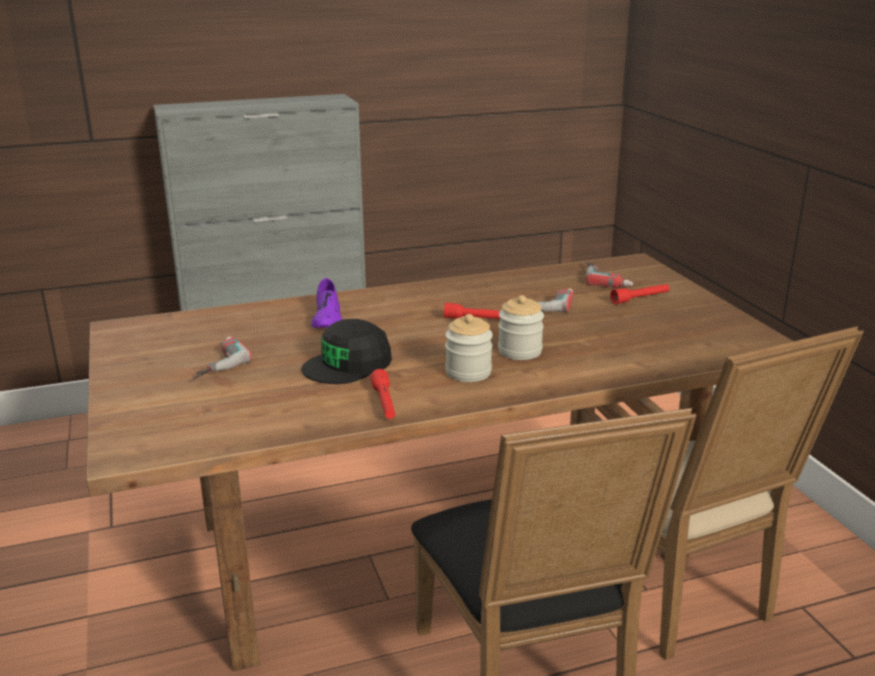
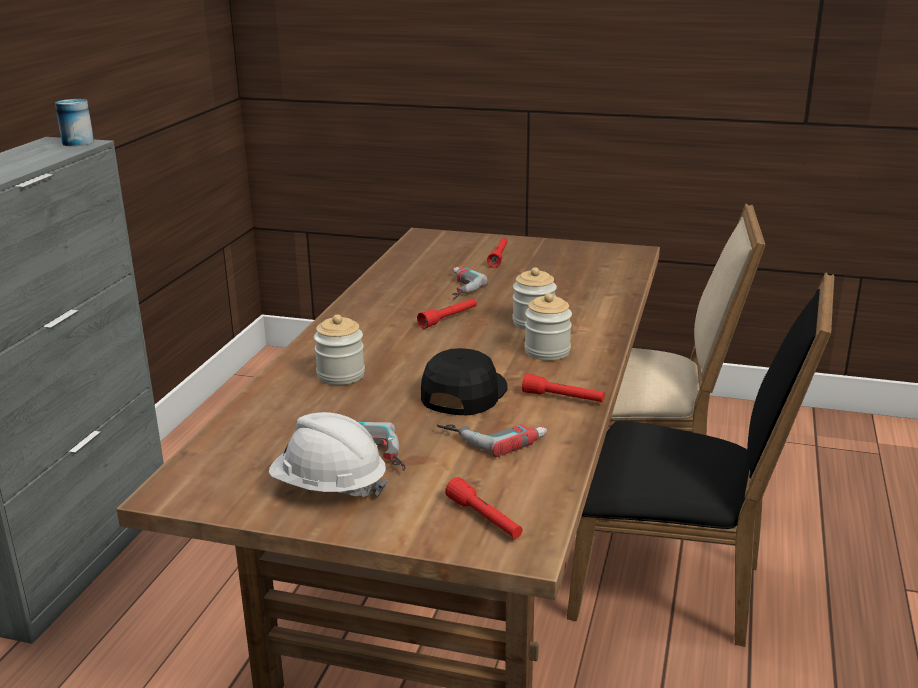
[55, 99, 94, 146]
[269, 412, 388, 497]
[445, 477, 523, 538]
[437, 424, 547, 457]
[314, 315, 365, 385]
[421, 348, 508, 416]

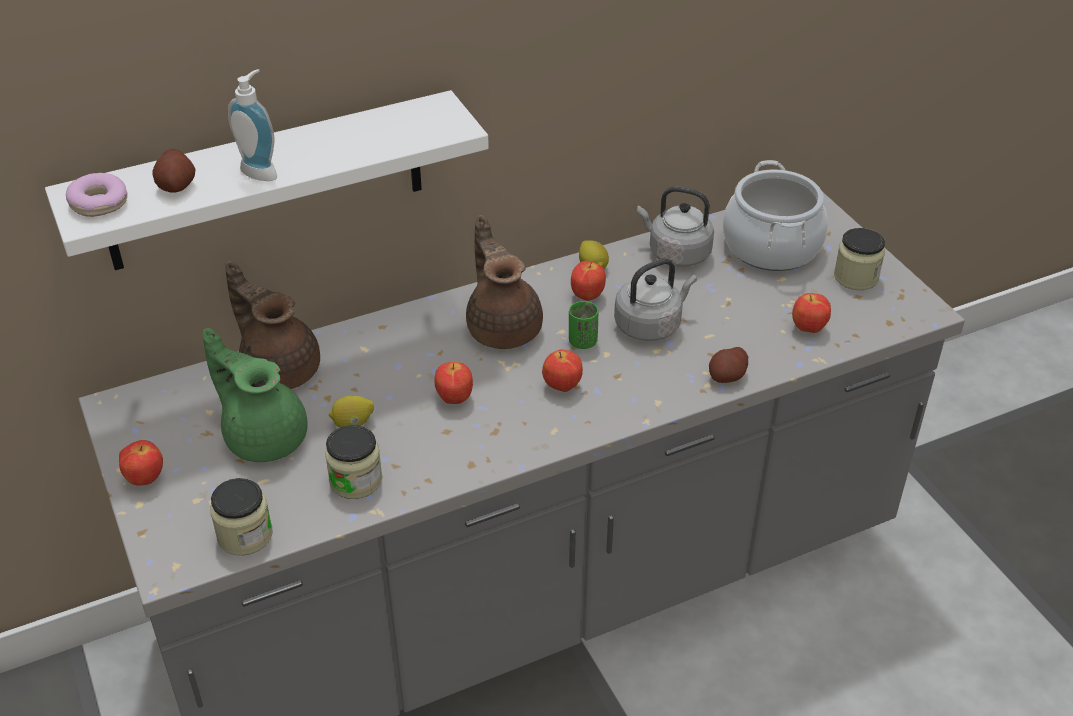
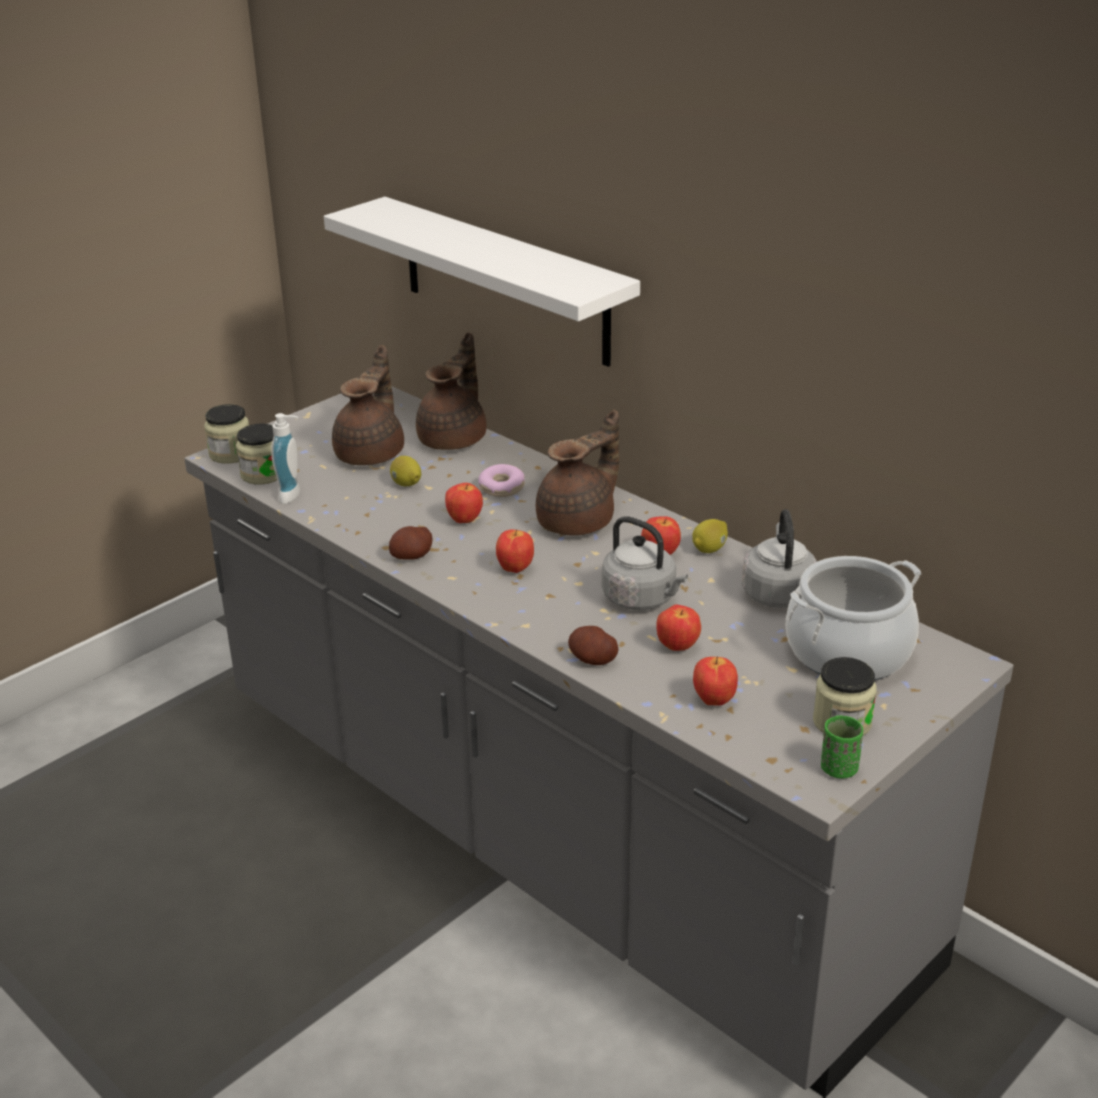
[478, 464, 525, 497]
[656, 605, 701, 651]
[389, 526, 432, 560]
[271, 413, 300, 504]
[204, 404, 249, 464]
[821, 715, 863, 779]
[332, 345, 404, 465]

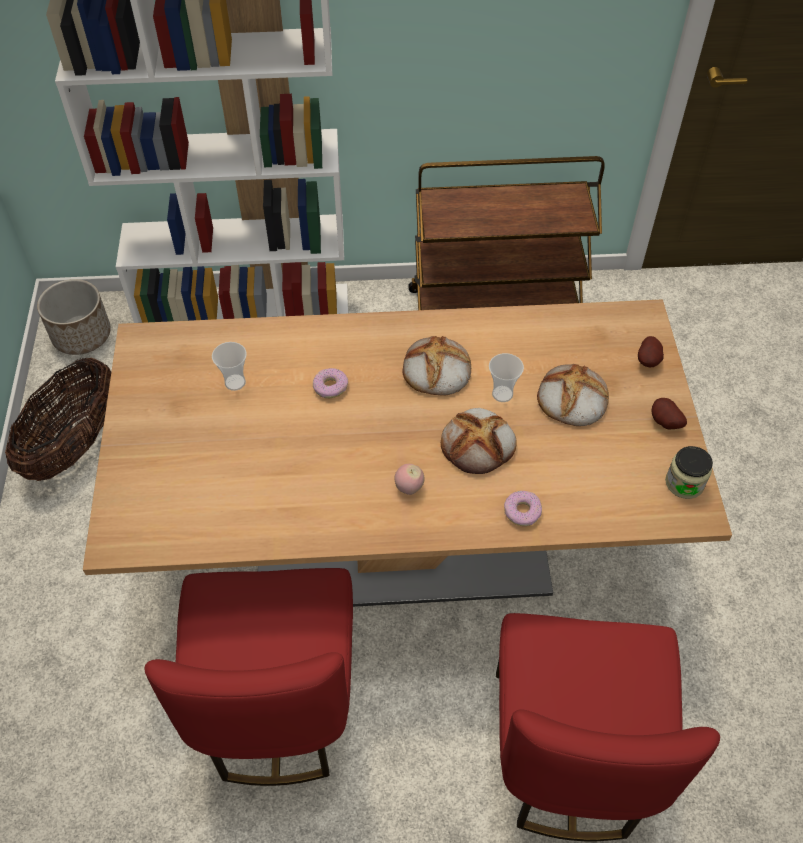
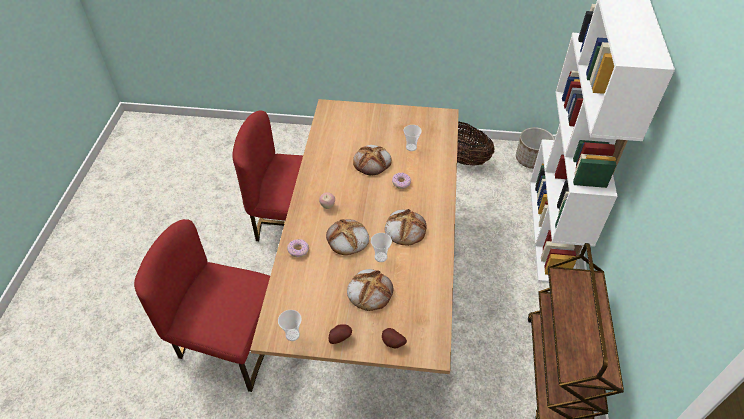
[353, 145, 392, 175]
[278, 310, 302, 341]

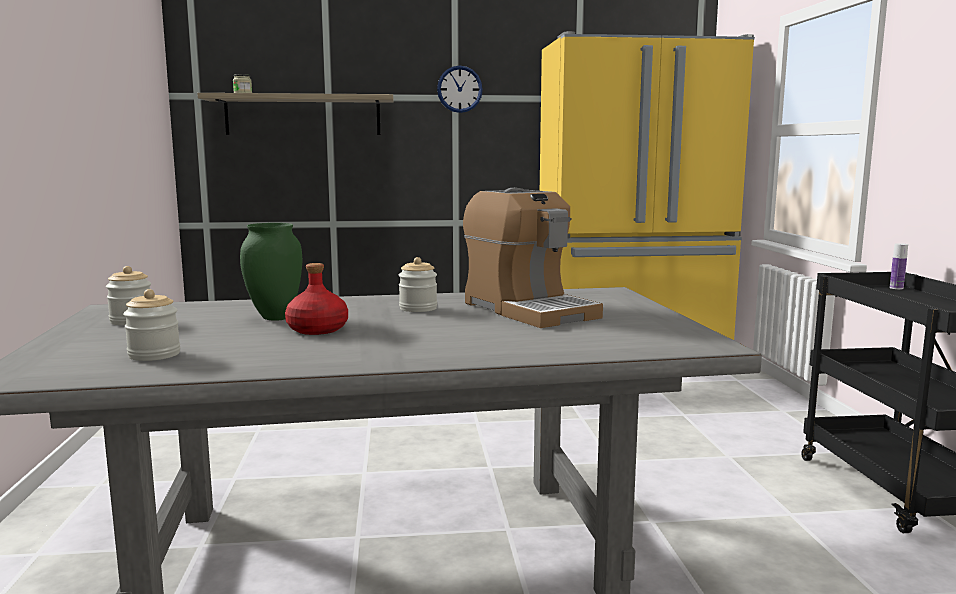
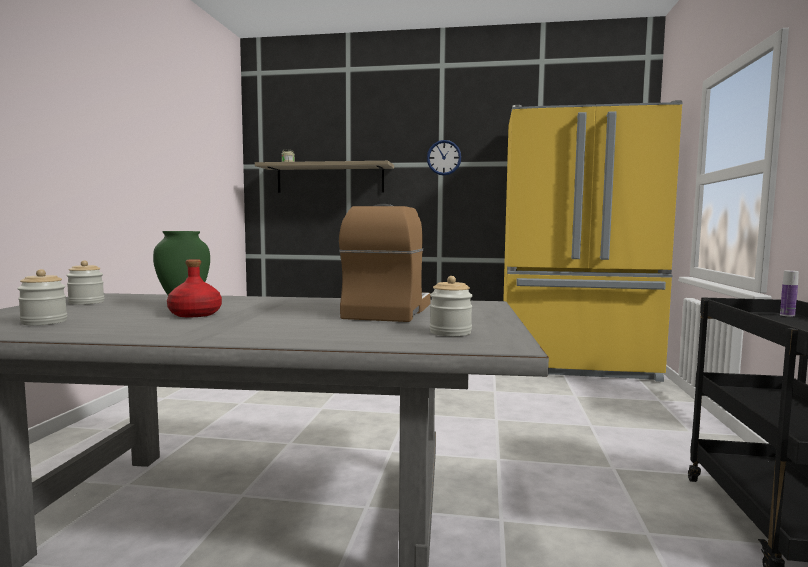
[430, 276, 473, 336]
[339, 204, 431, 322]

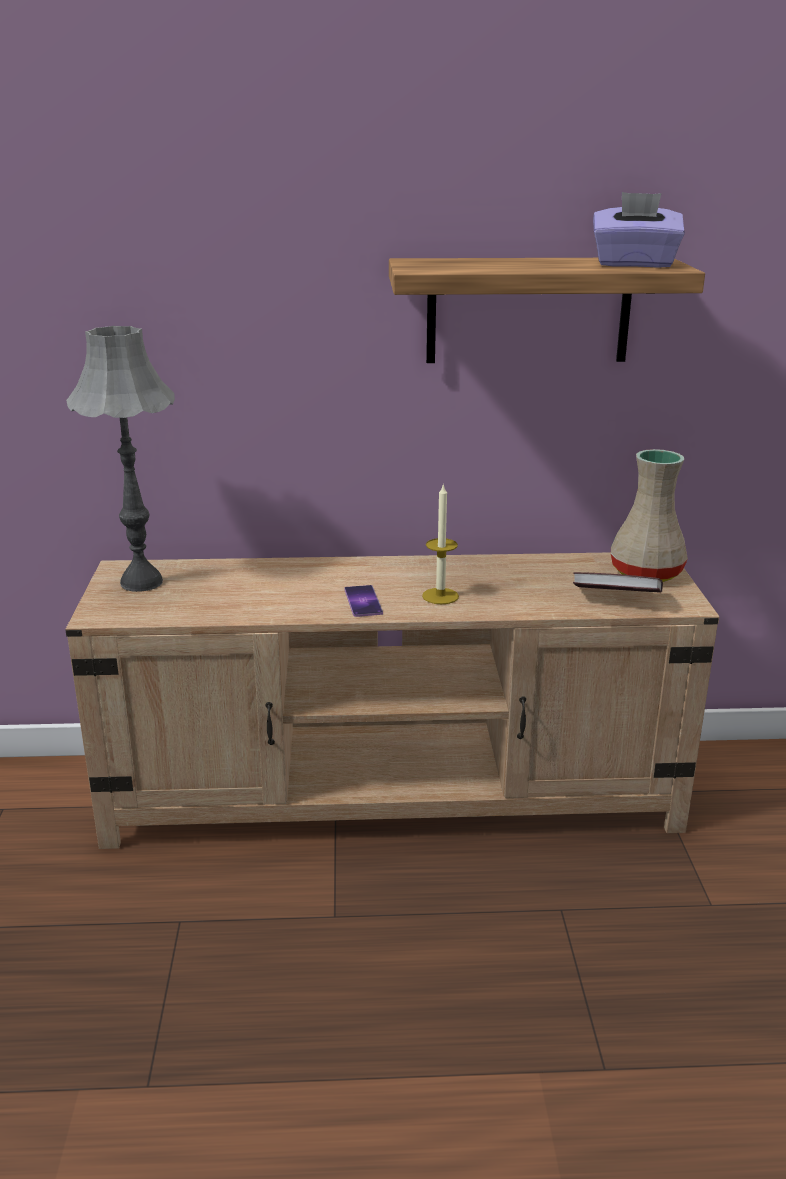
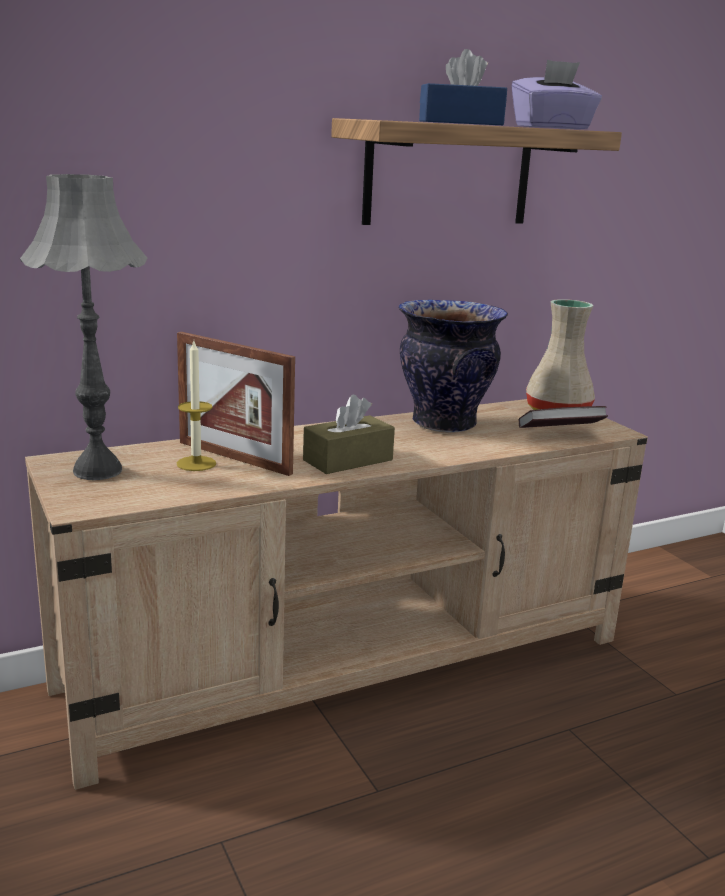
[177, 332, 295, 476]
[398, 300, 508, 433]
[419, 49, 507, 125]
[177, 341, 216, 471]
[303, 395, 395, 474]

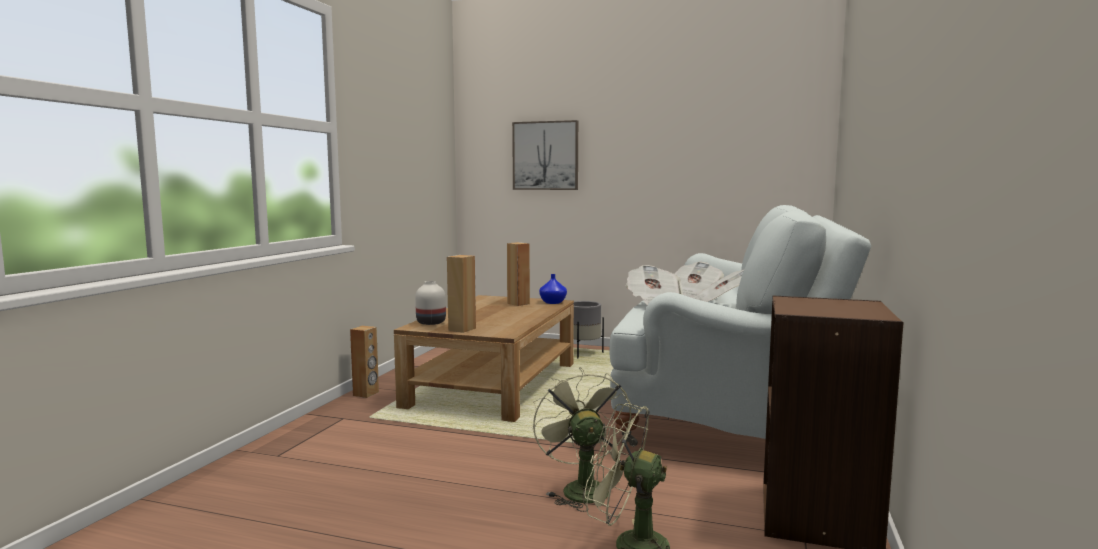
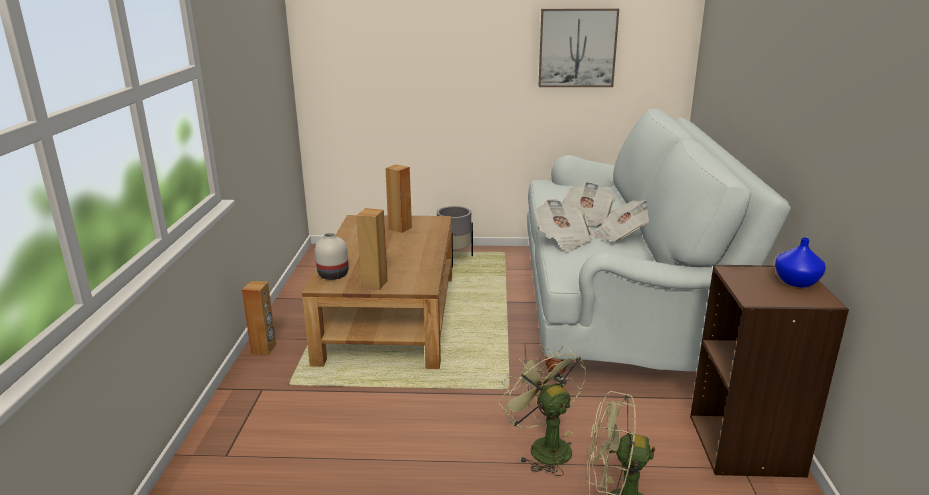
[539, 8, 619, 87]
[775, 237, 826, 288]

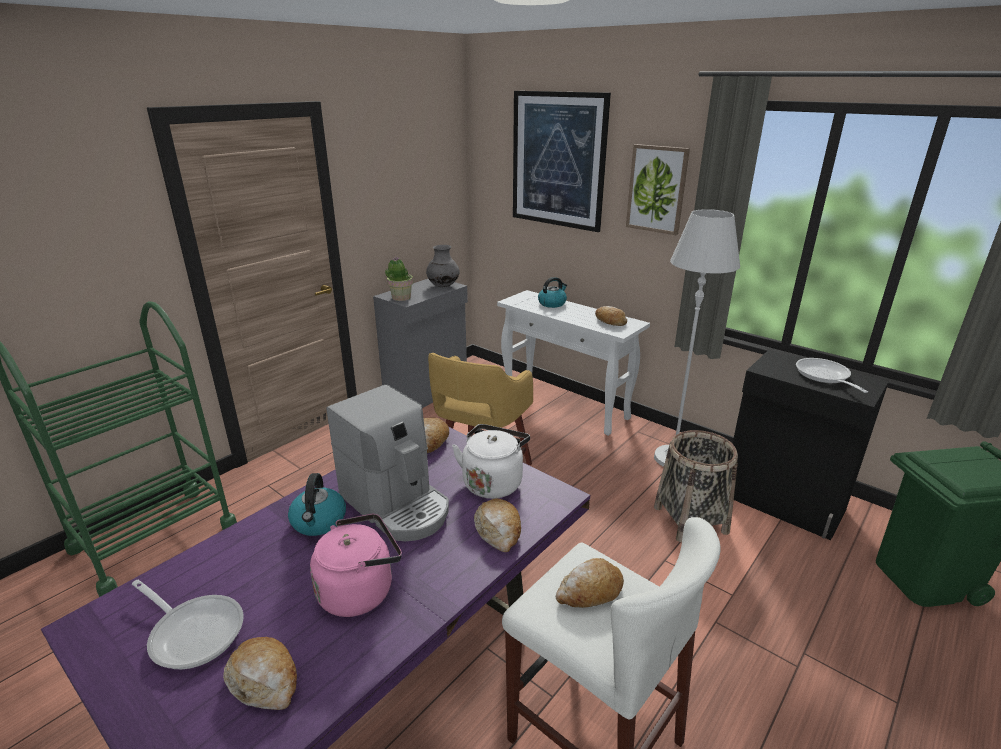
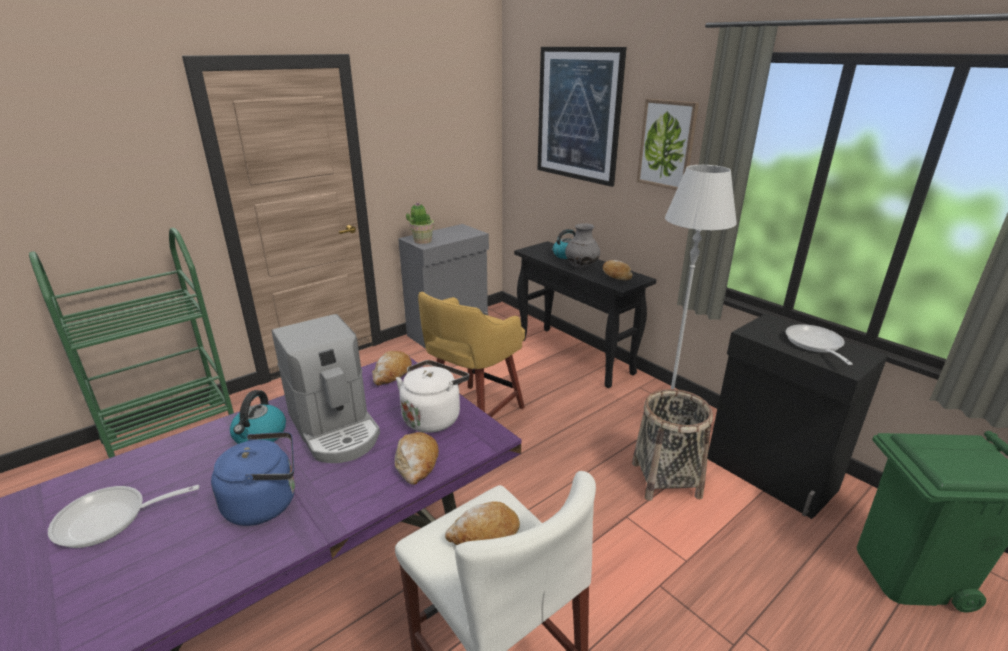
[223, 637, 297, 710] (first image)
[565, 223, 600, 268]
[211, 432, 295, 526]
[514, 241, 657, 388]
[48, 485, 199, 548]

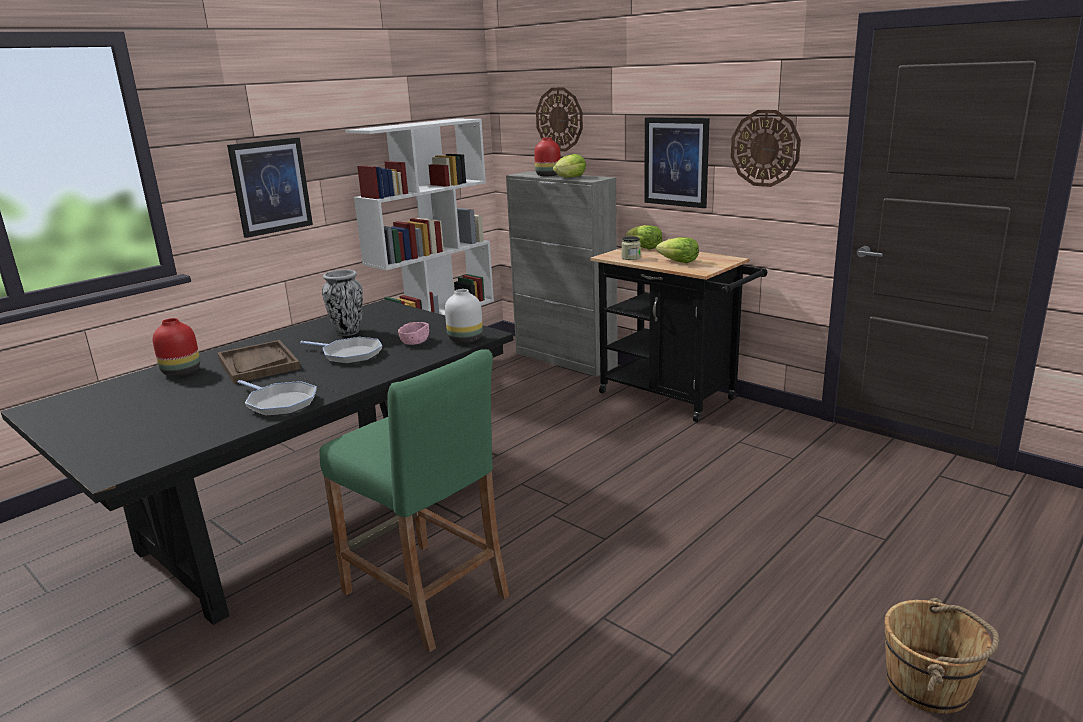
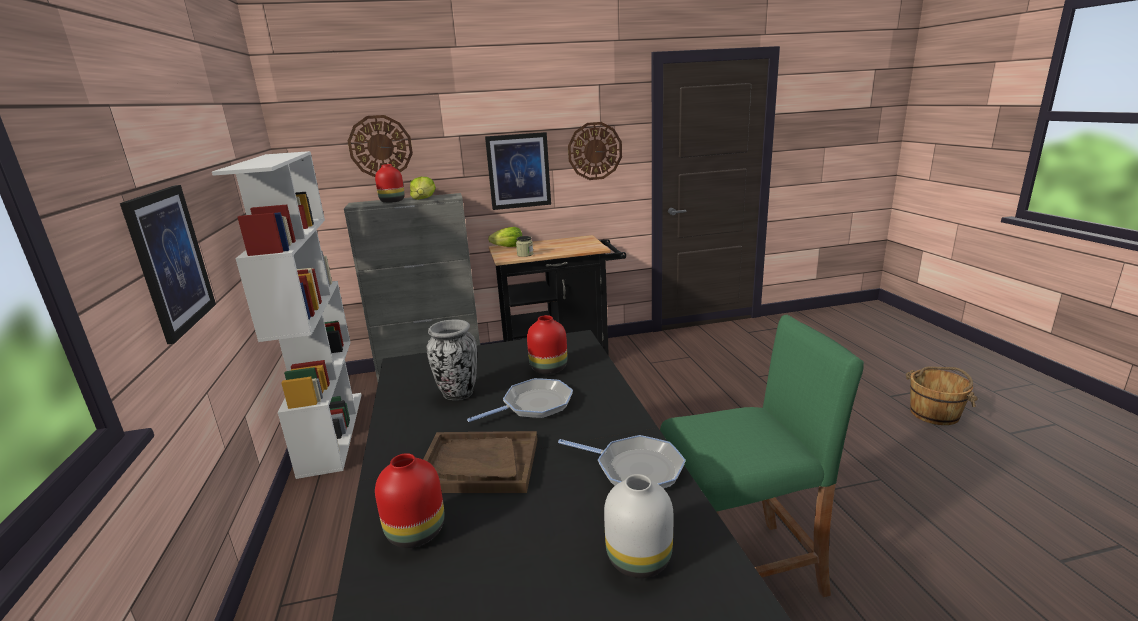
[656, 237, 699, 263] (first image)
[604, 474, 674, 578]
[527, 315, 568, 374]
[558, 435, 686, 489]

